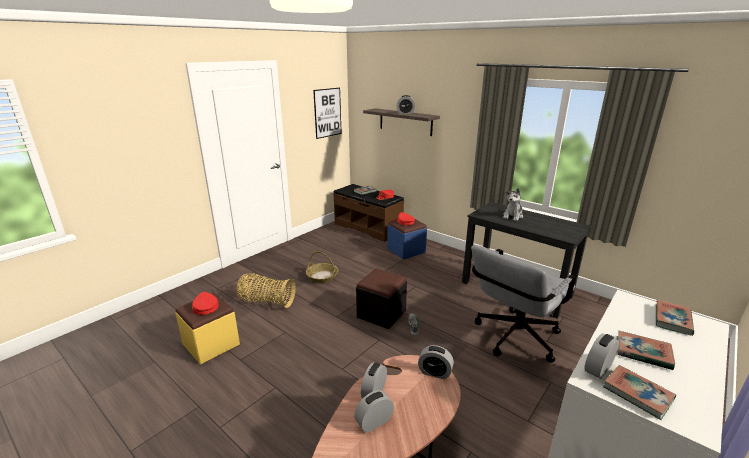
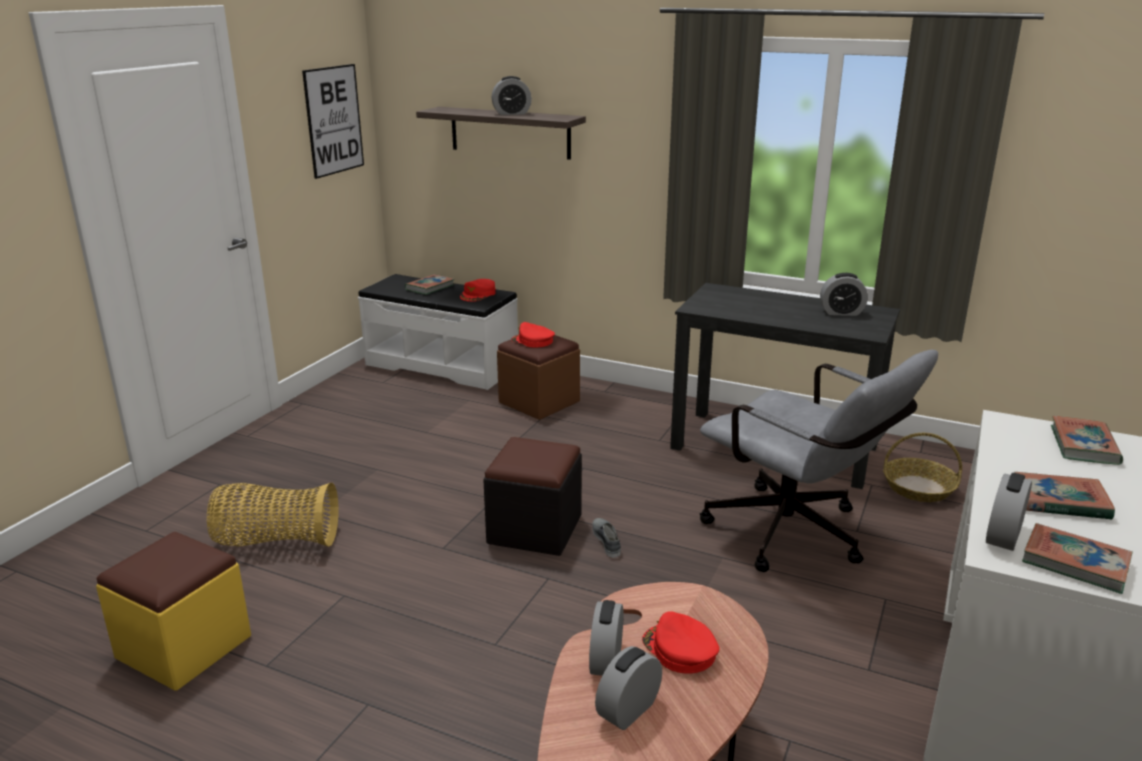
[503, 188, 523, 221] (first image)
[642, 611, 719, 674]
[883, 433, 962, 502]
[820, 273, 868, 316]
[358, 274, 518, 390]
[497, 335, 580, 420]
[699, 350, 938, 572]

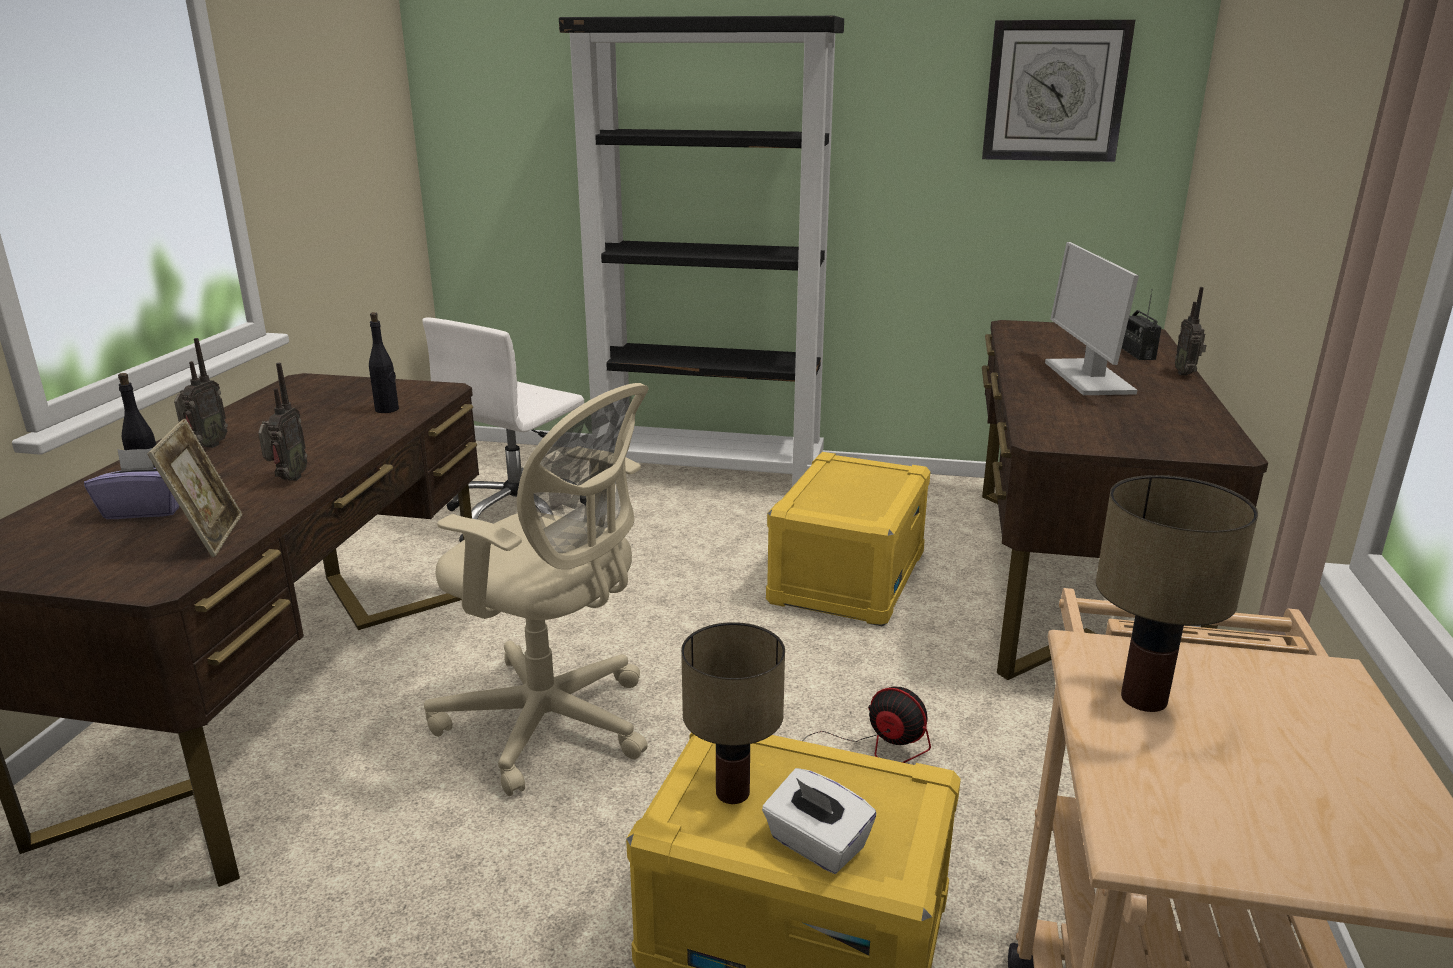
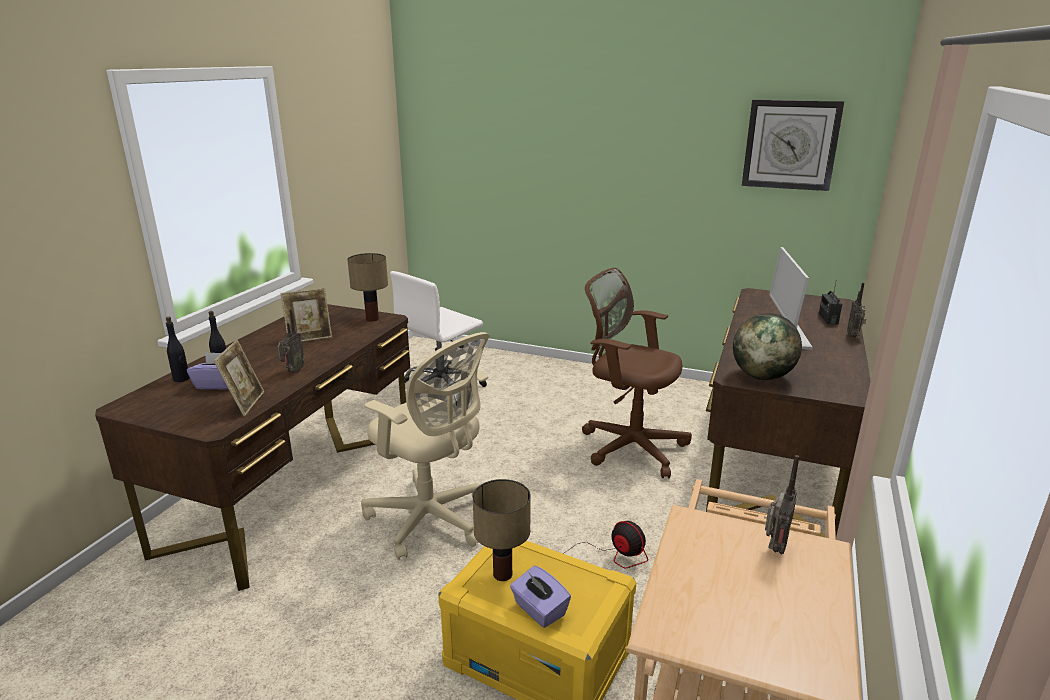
[559, 16, 844, 487] (first image)
[281, 288, 332, 342]
[733, 313, 802, 380]
[765, 455, 799, 554]
[166, 317, 190, 382]
[347, 253, 388, 322]
[582, 268, 692, 478]
[510, 566, 571, 628]

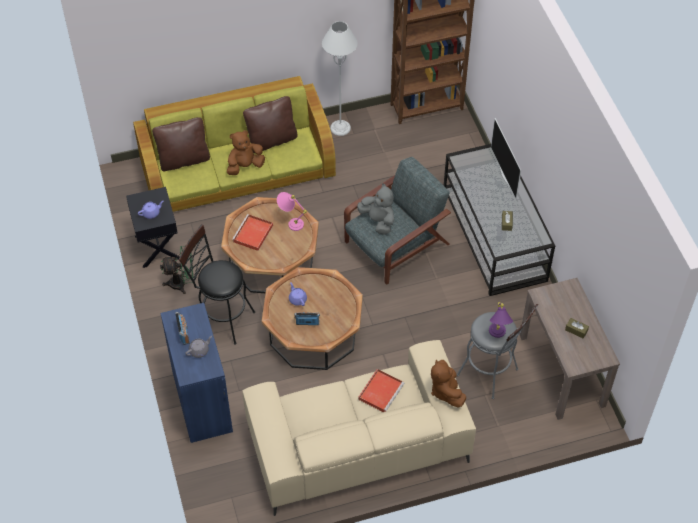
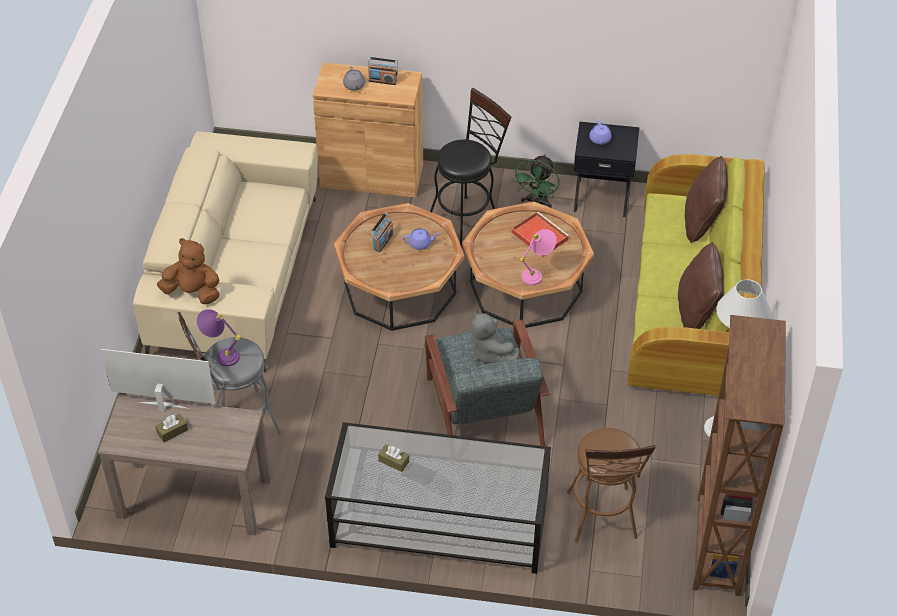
[227, 130, 265, 175] (first image)
[358, 369, 404, 412] (first image)
[567, 428, 656, 543]
[101, 349, 215, 411]
[313, 63, 423, 198]
[471, 311, 520, 363]

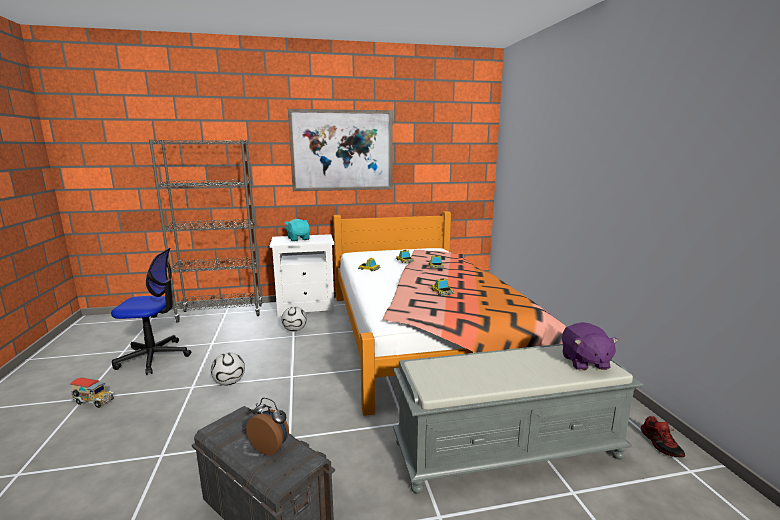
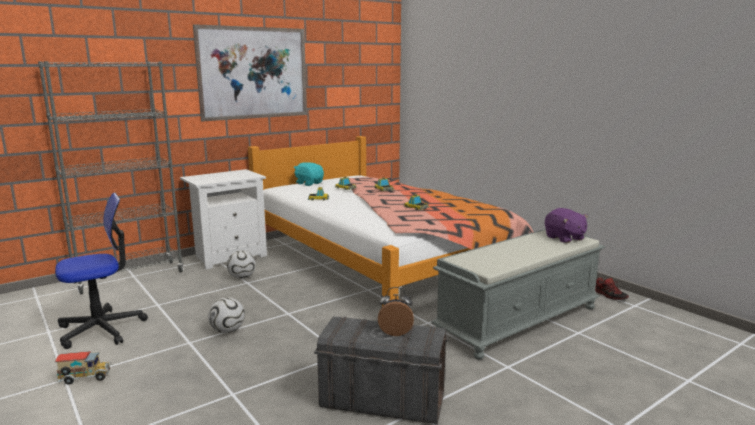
[294, 162, 324, 186]

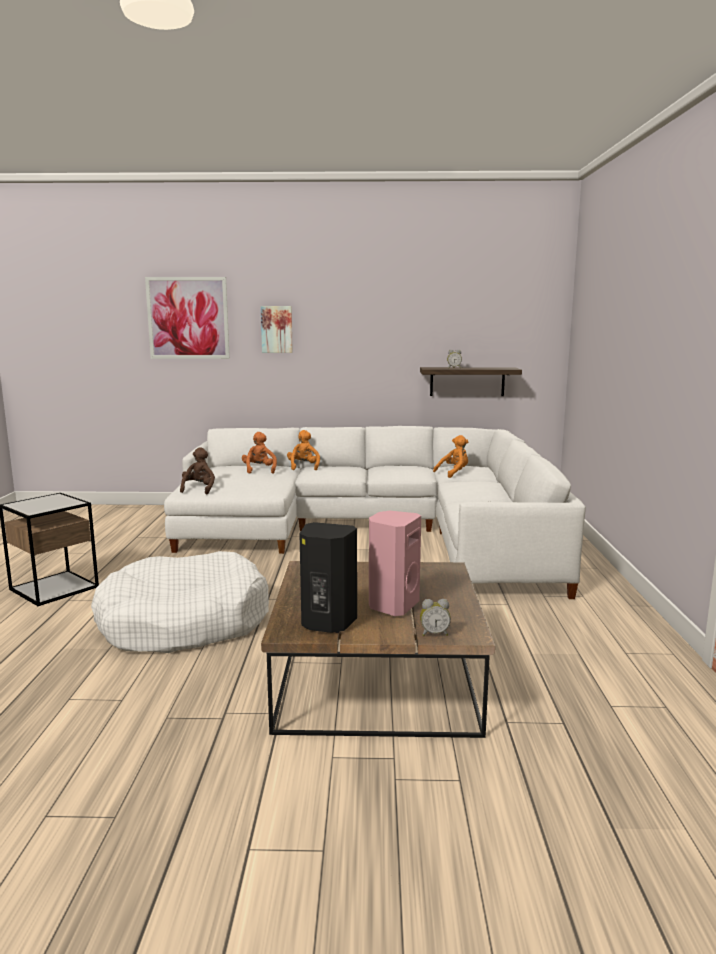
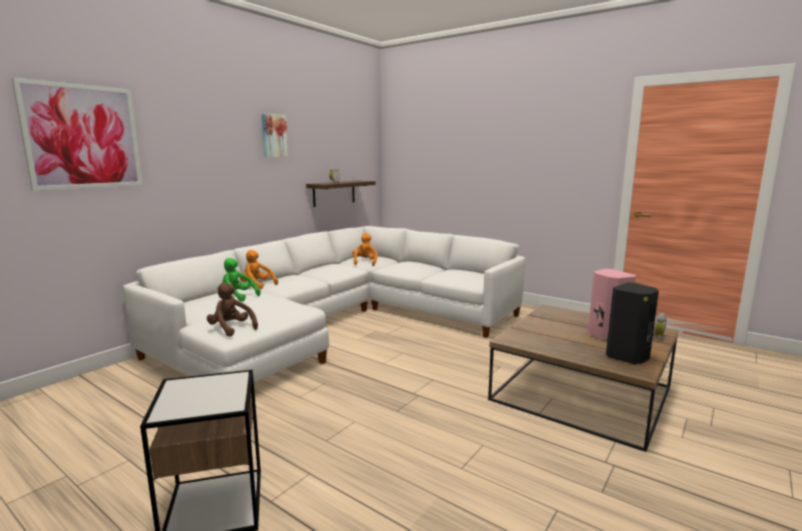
[91, 551, 269, 653] (first image)
[261, 113, 288, 157]
[218, 258, 261, 301]

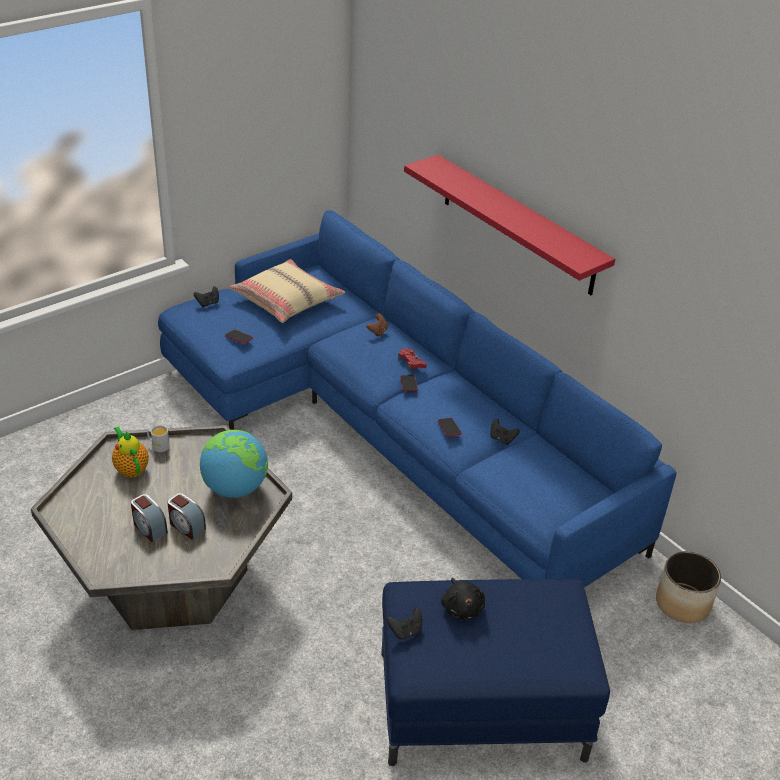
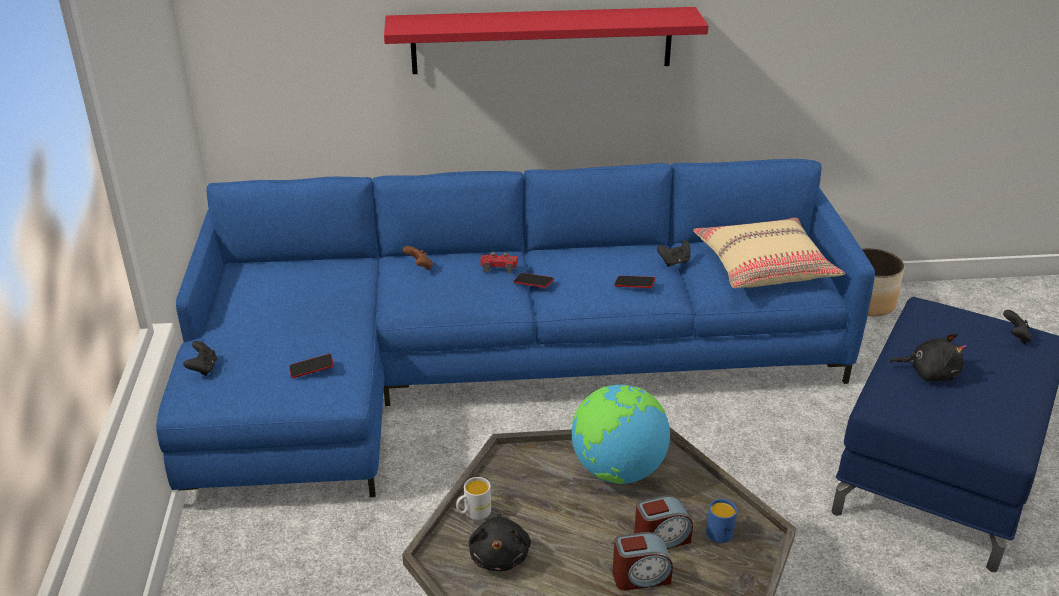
[706, 499, 737, 543]
[693, 218, 845, 288]
[1003, 310, 1032, 344]
[469, 514, 531, 571]

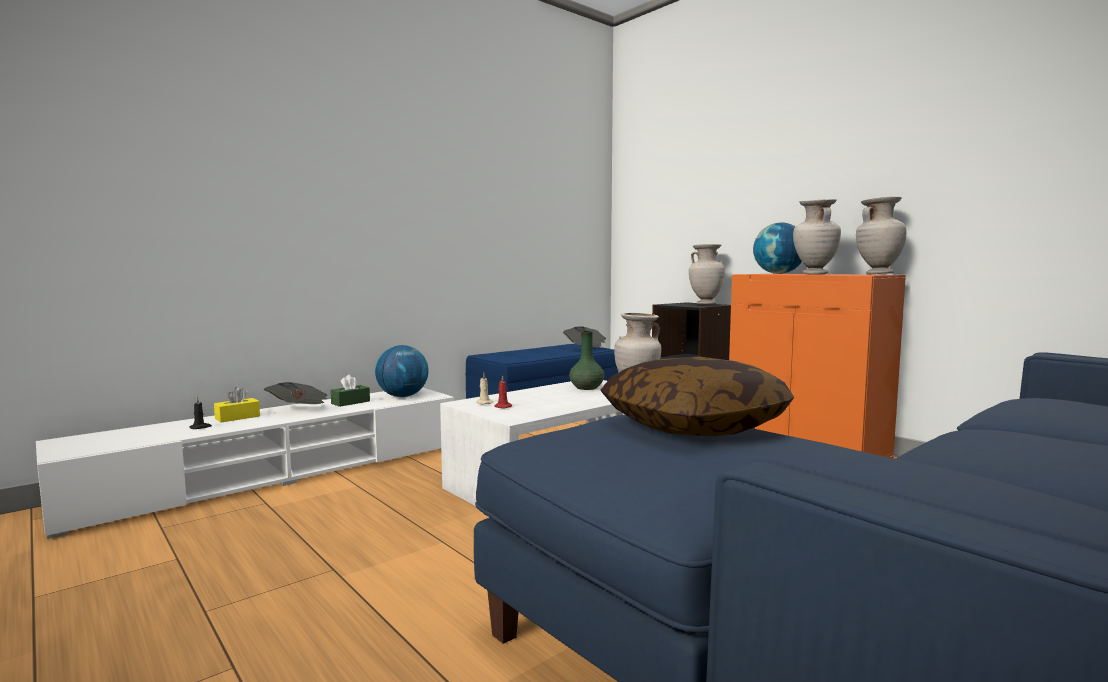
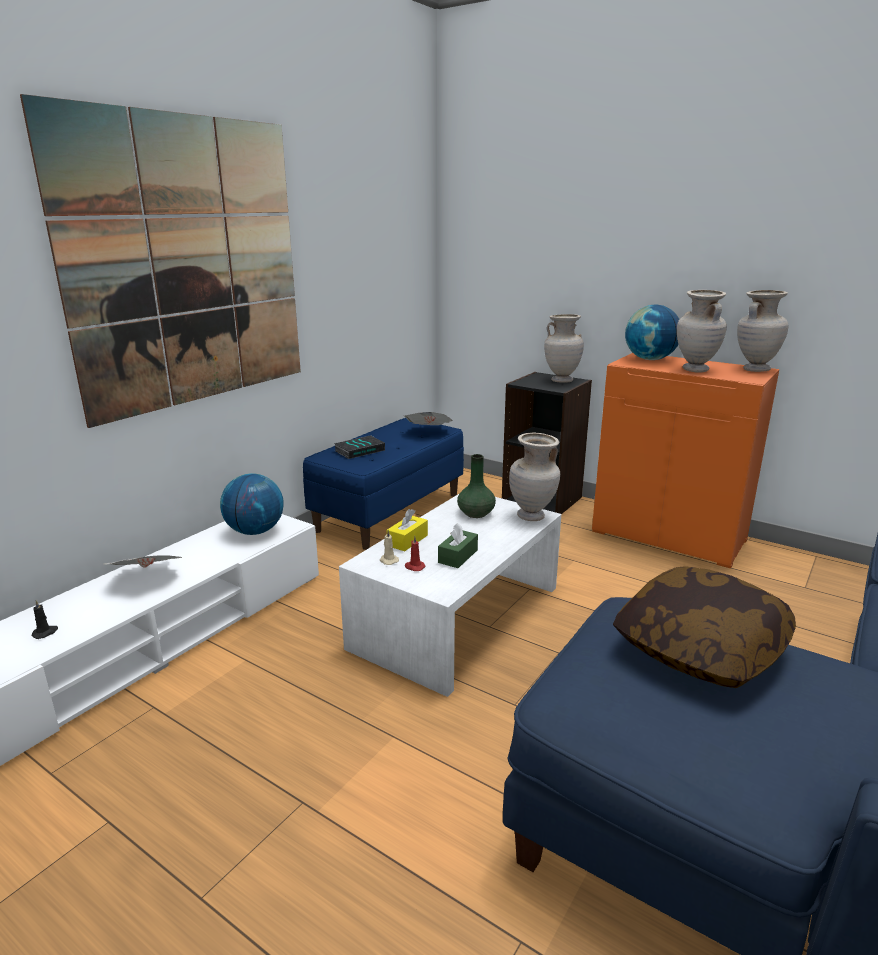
[20, 94, 301, 428]
[334, 435, 385, 459]
[387, 509, 428, 551]
[438, 523, 478, 568]

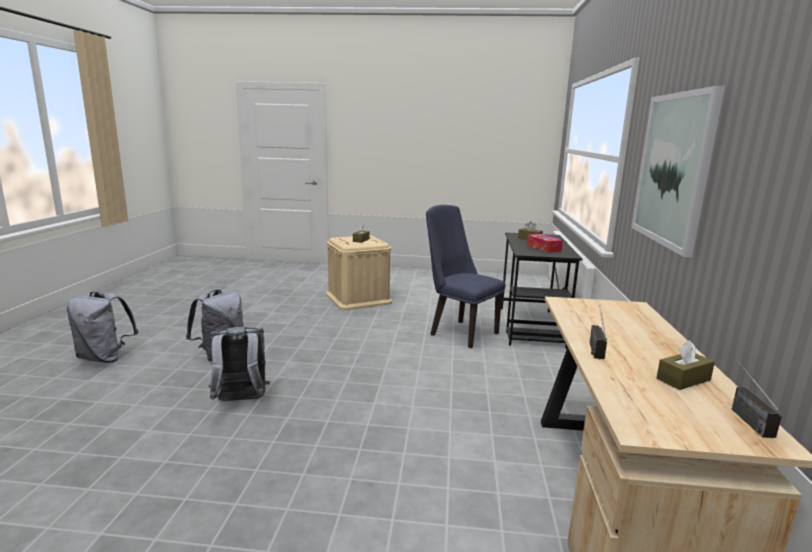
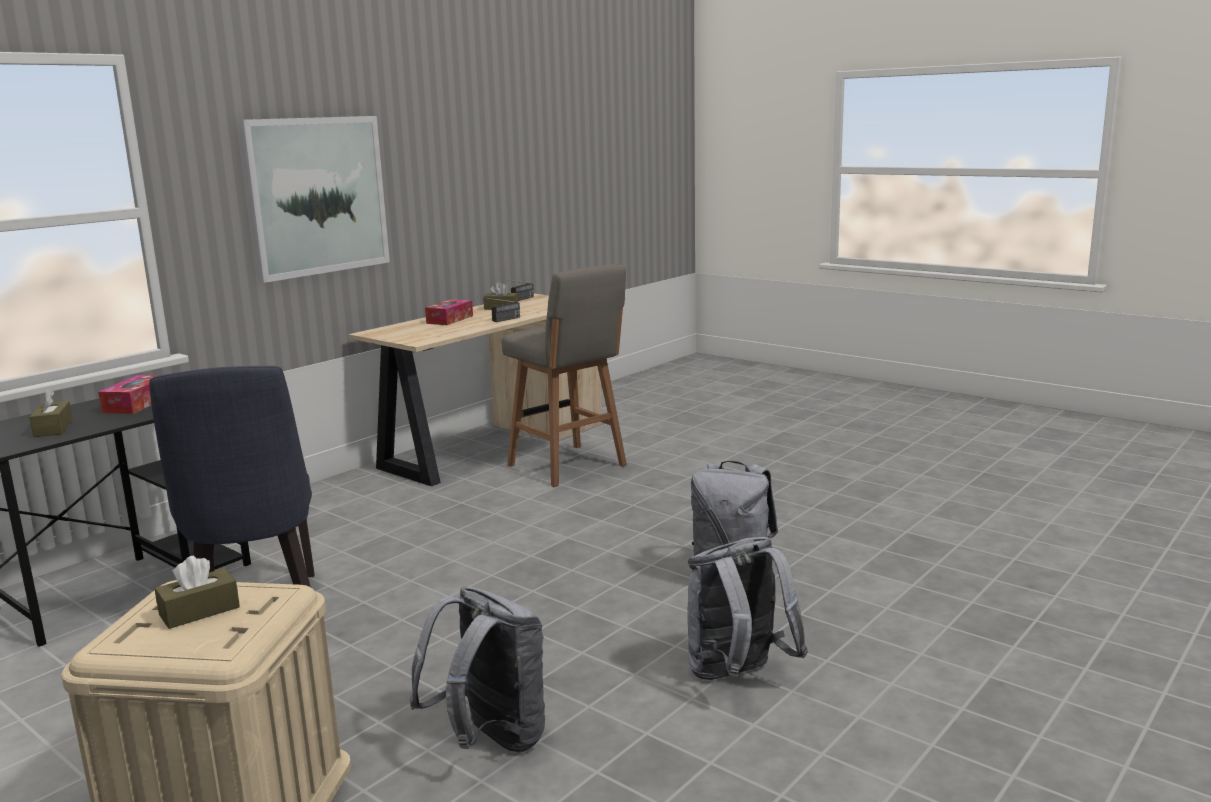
[425, 299, 473, 325]
[501, 264, 627, 487]
[410, 586, 545, 753]

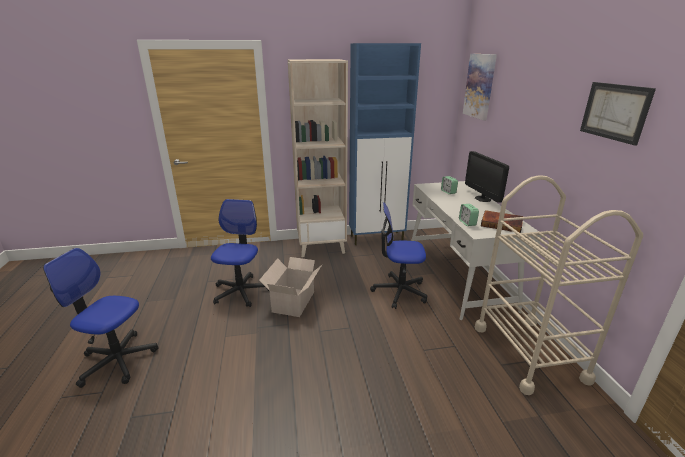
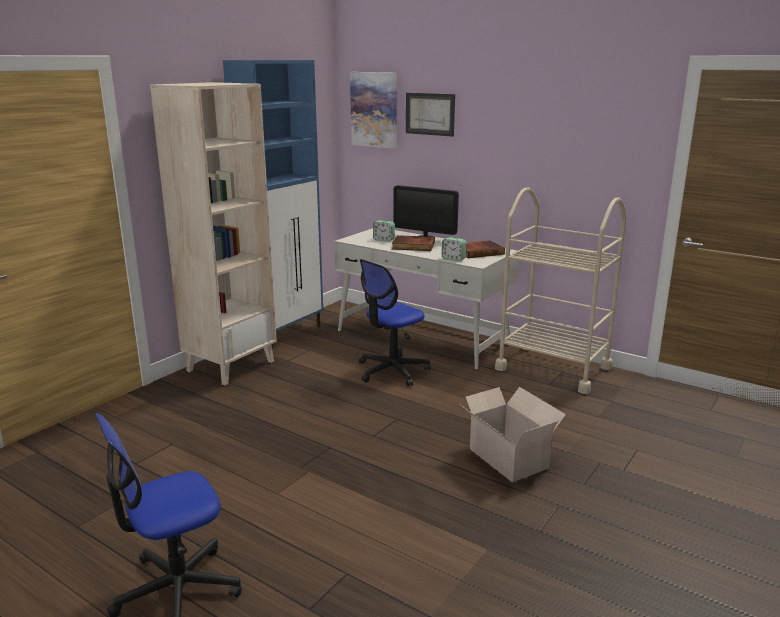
[211, 199, 269, 307] (first image)
[392, 235, 435, 251]
[461, 387, 566, 482]
[406, 93, 455, 137]

